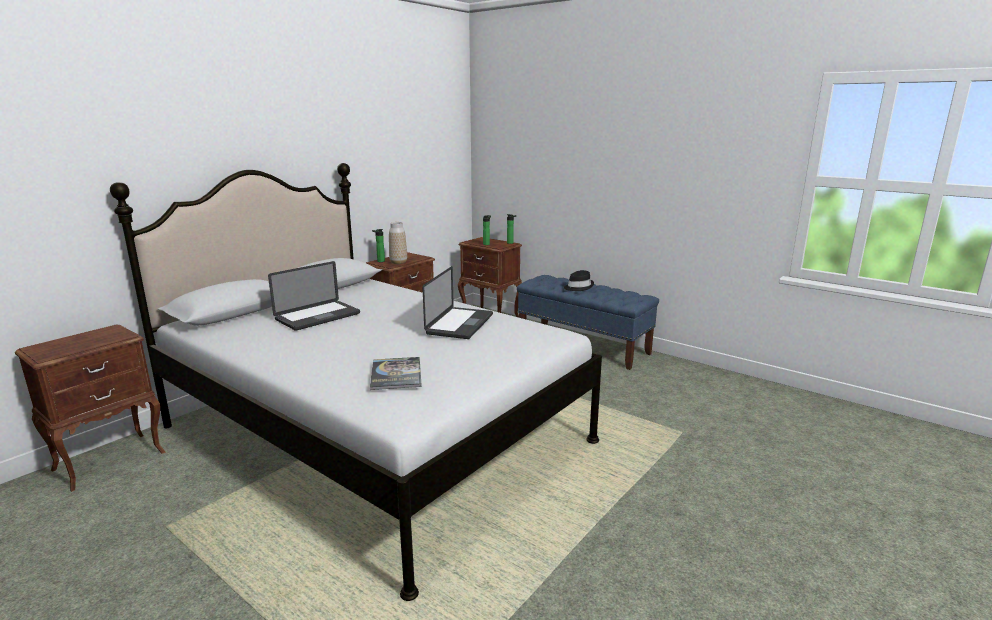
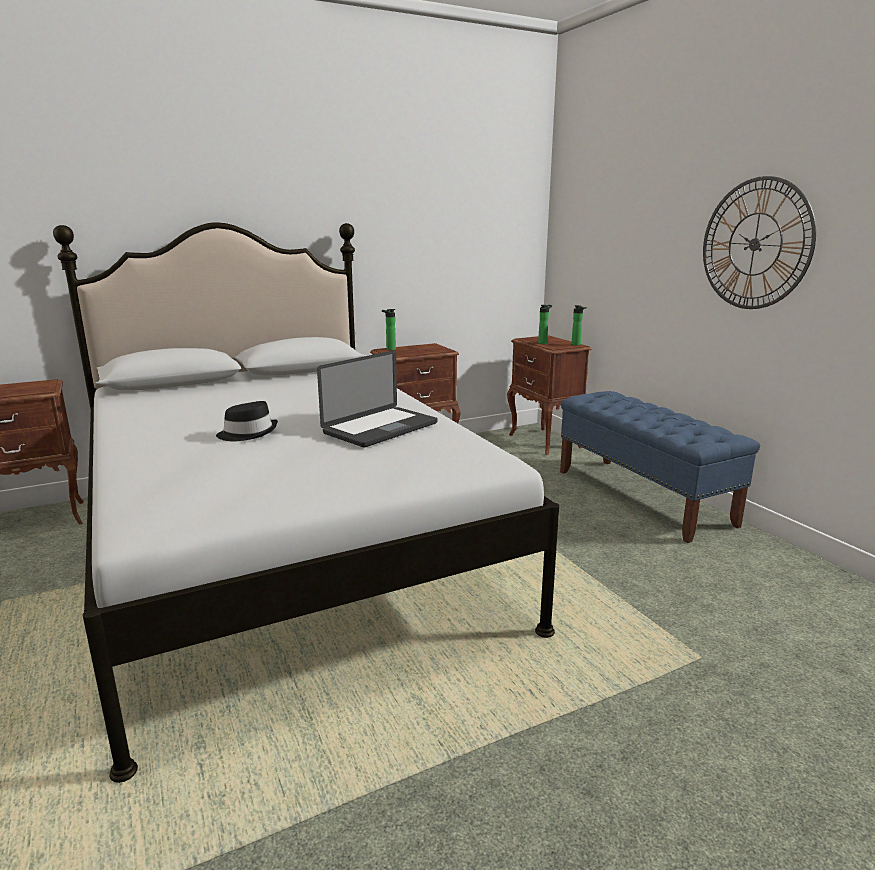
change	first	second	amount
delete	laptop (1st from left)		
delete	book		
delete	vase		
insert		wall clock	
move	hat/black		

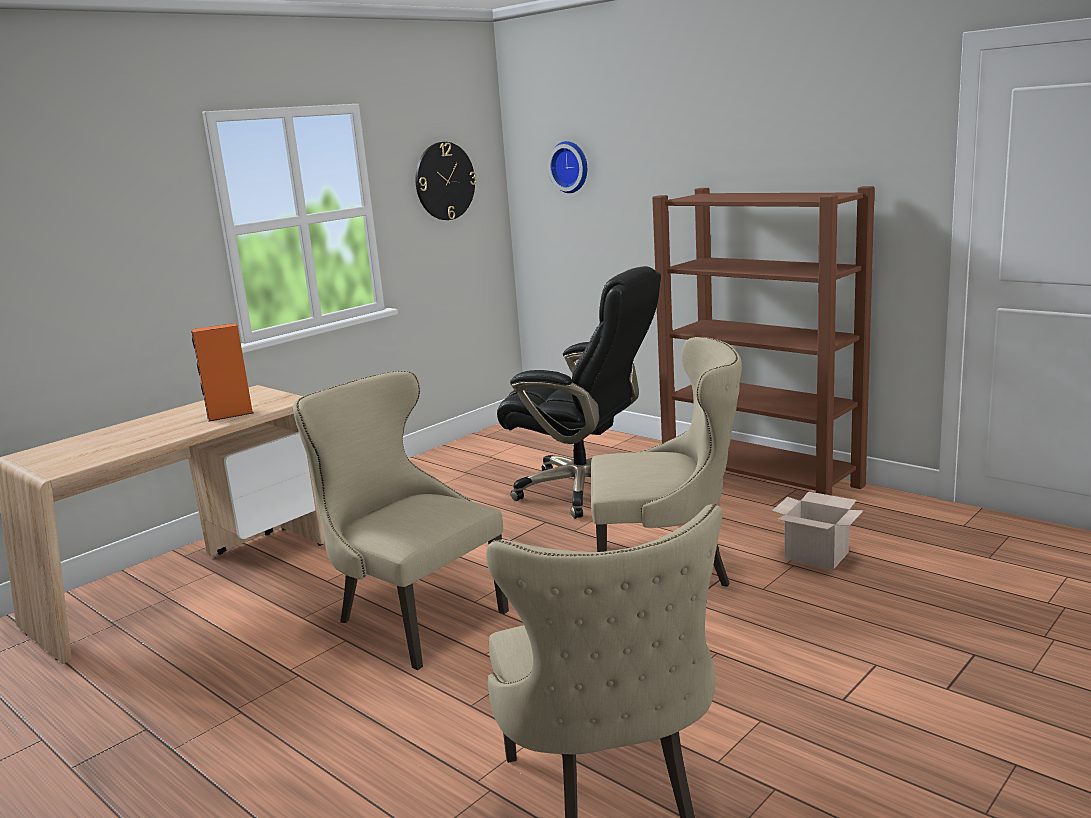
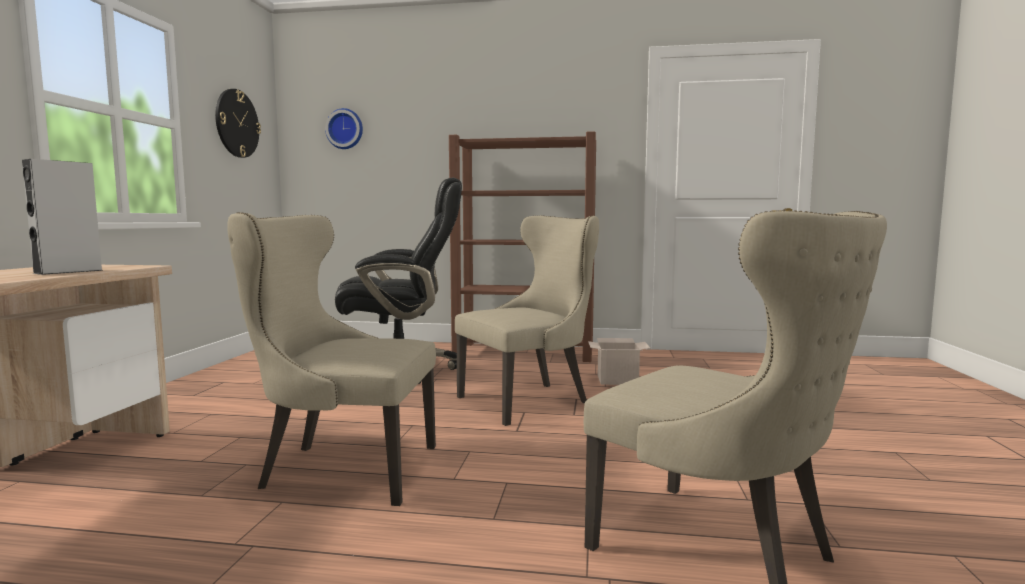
change	first	second	amount
recolor	speaker/orange	speaker/grey	

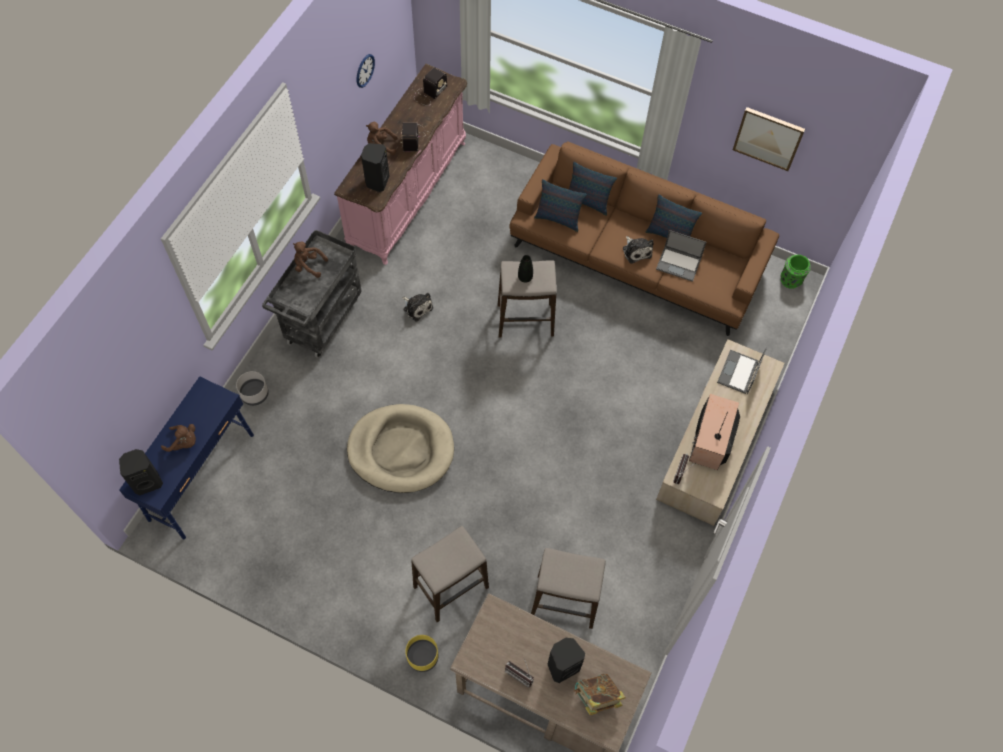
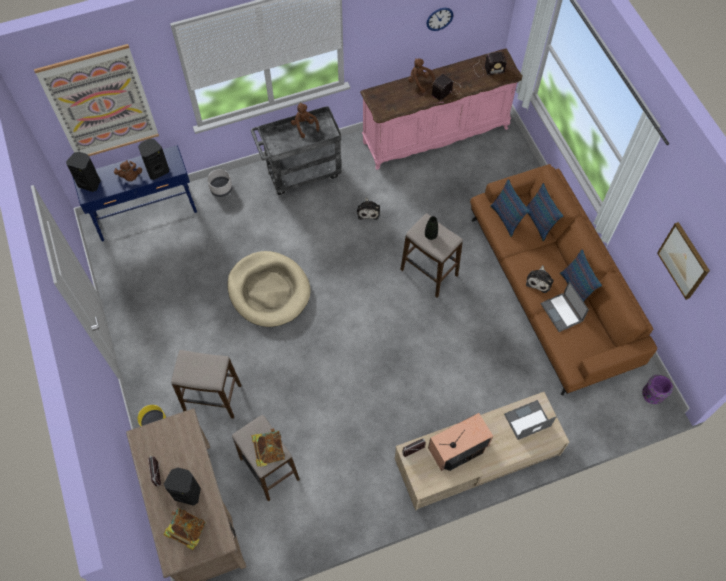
change	first	second	amount
insert		picture (1st from left)	
insert		book (2nd from left)	
move	speaker/black (2nd from left)		
recolor	vase/green	vase/purple	

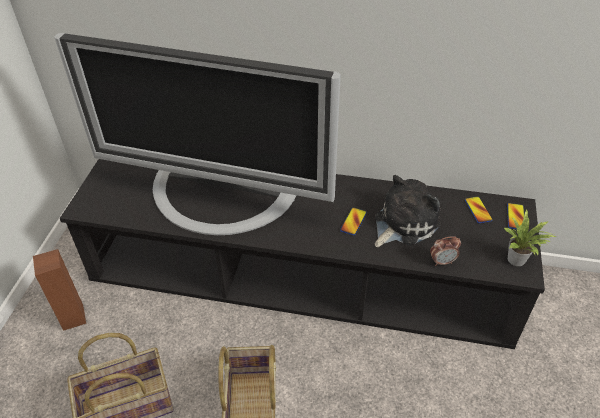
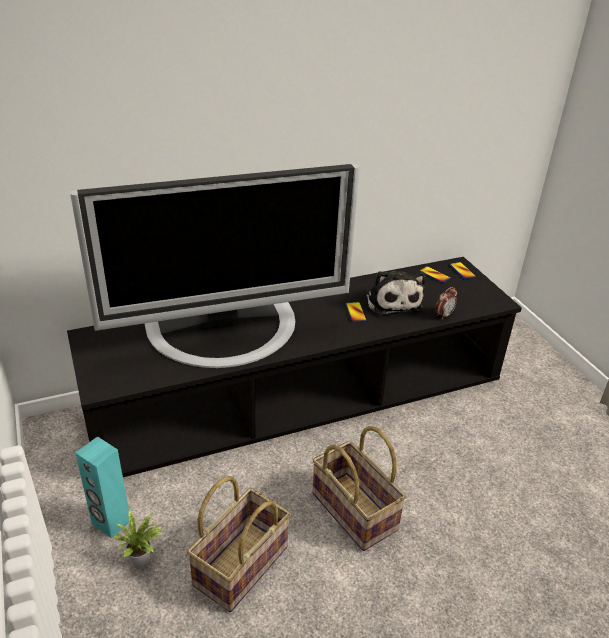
change	first	second	amount
move	potted plant		
recolor	speaker/brown	speaker/turquoise	
rotate	plush toy		150 degrees clockwise

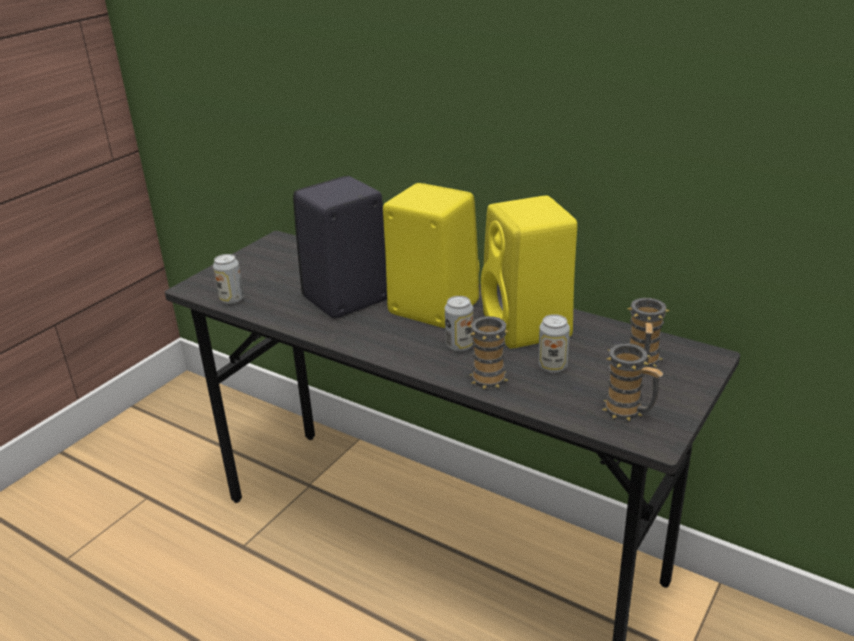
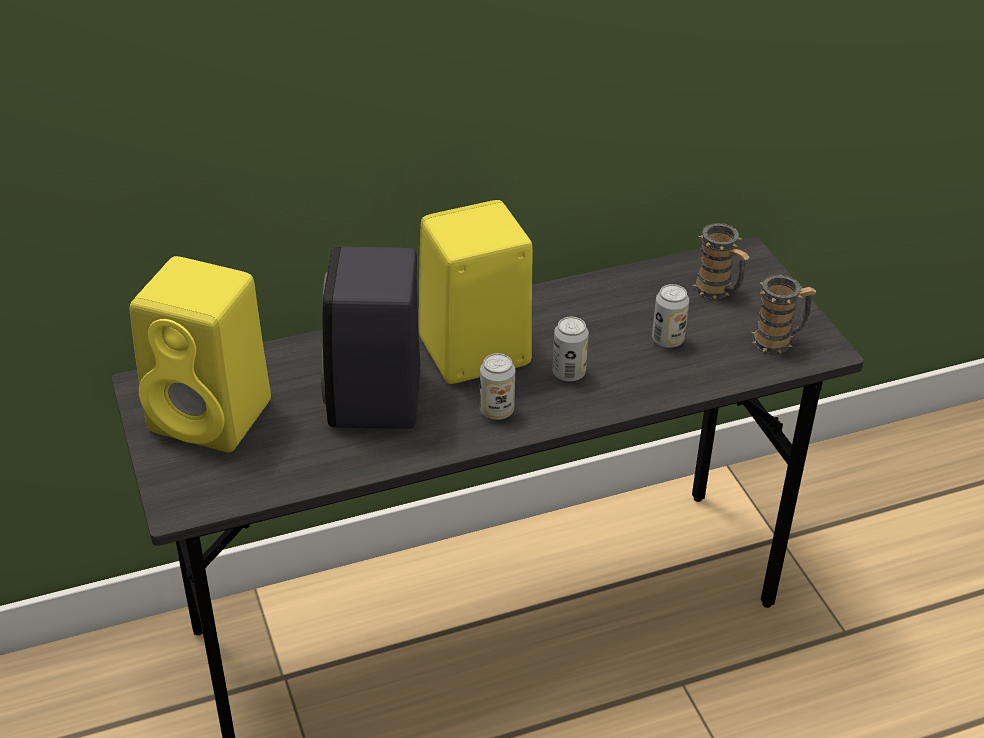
change	first	second	amount
delete	mug (1st from left)		
move	can (1st from left)		
move	speaker/yellow (2nd from left in the first image)	speaker/yellow (1st from left)	

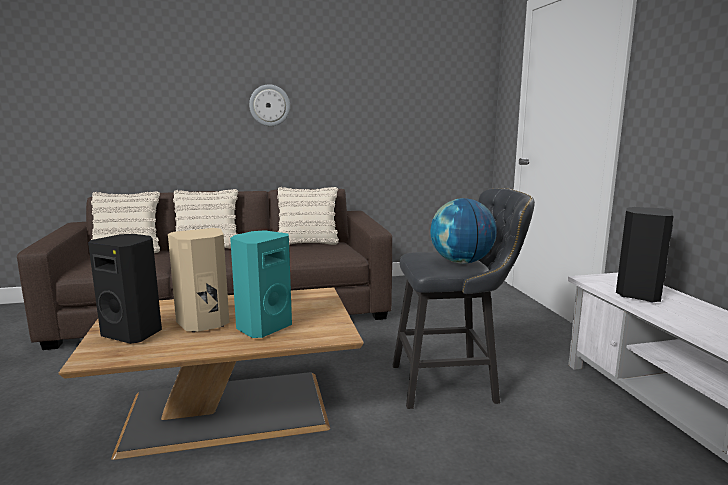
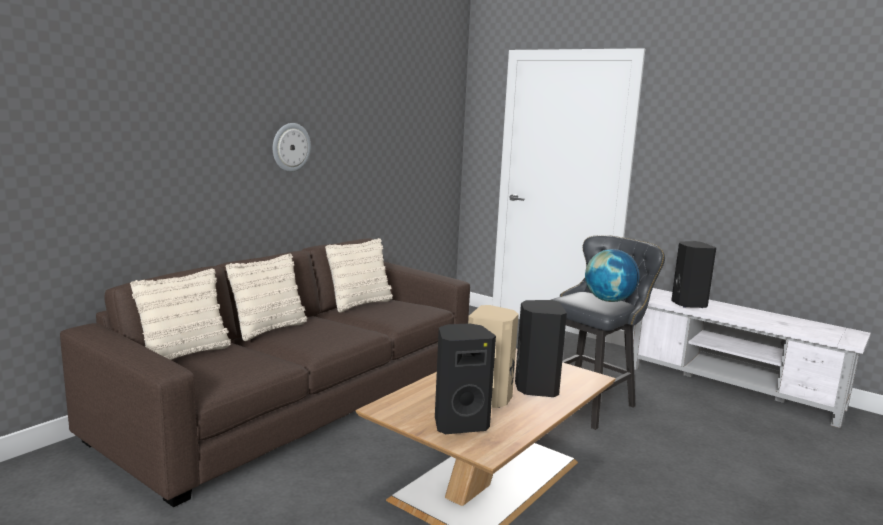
change	first	second	amount
recolor	speaker/turquoise	speaker/black (2nd from left)	

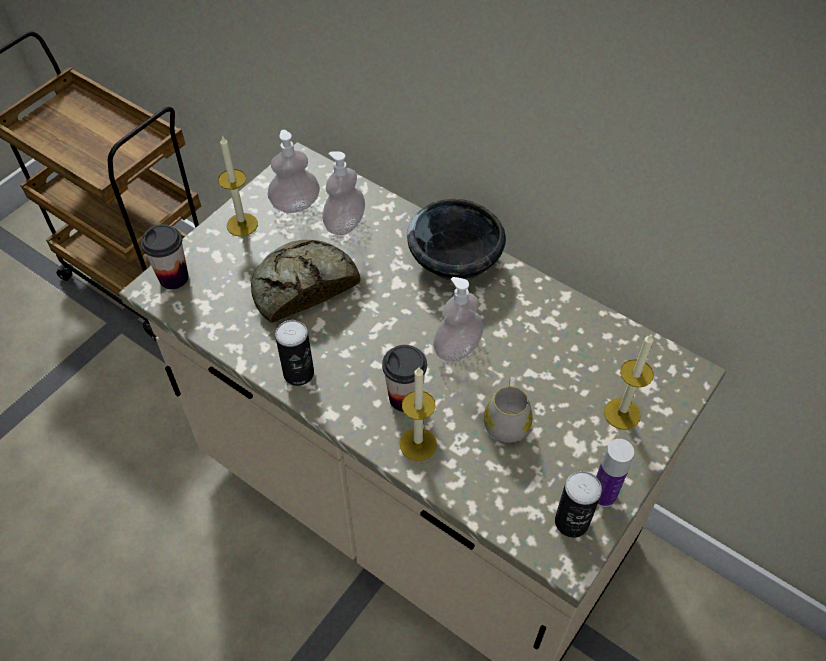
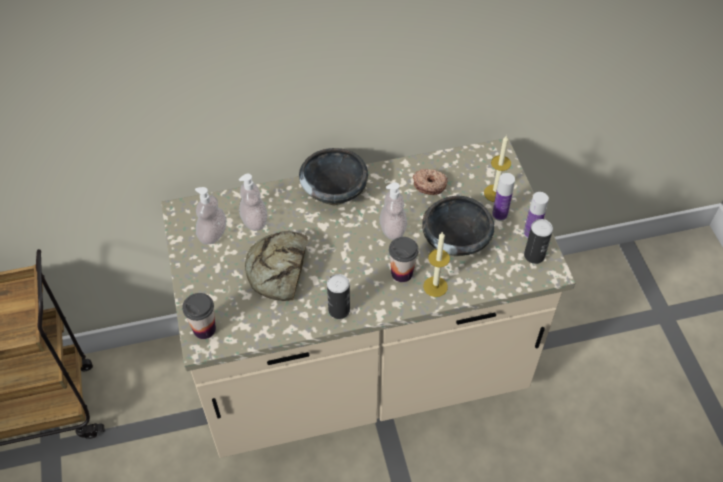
change	first	second	amount
delete	candle (1st from left)		
insert		donut	
insert		bottle (1st from left)	
replace	mug/white	bowl/black (2nd from left)	

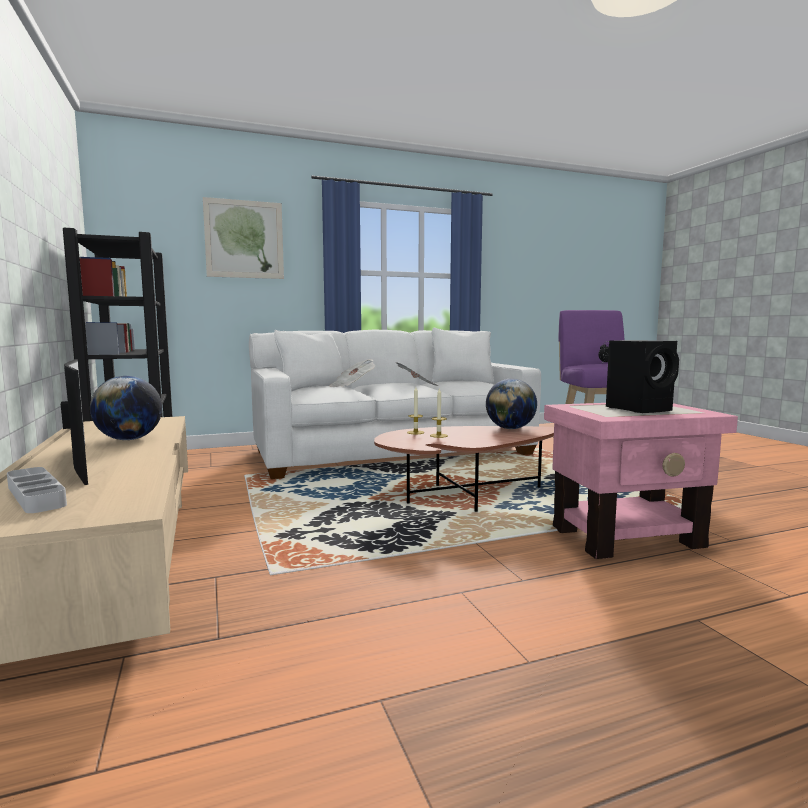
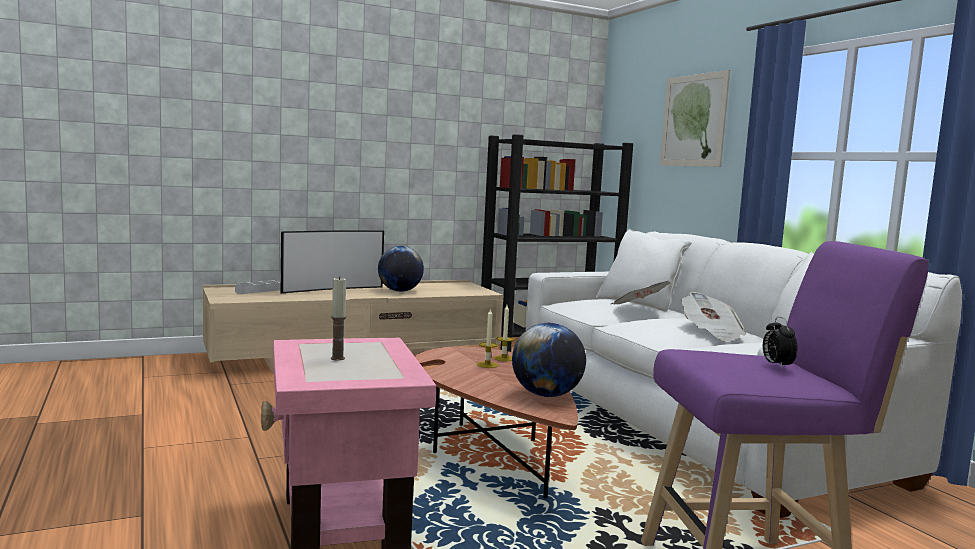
change	first	second	amount
replace	speaker/black	candle (1st from left)	

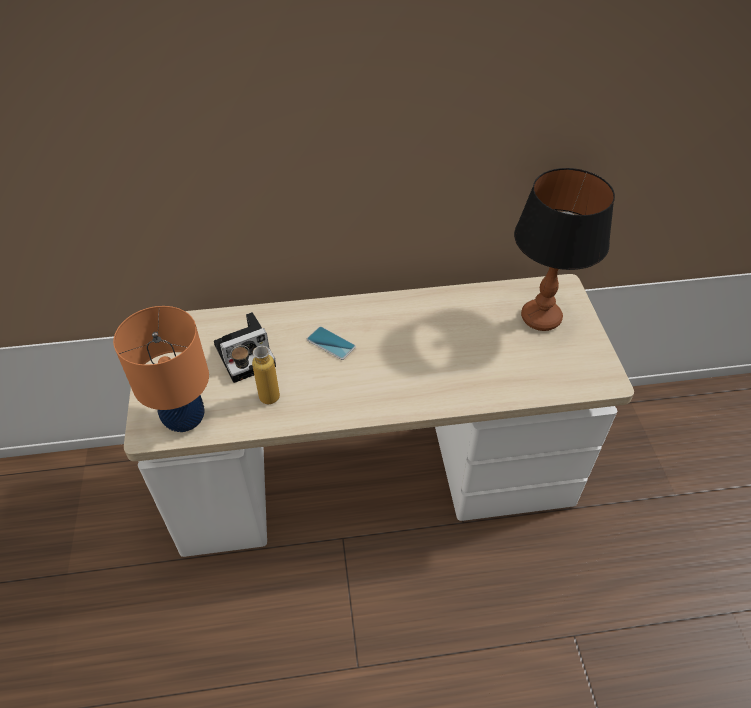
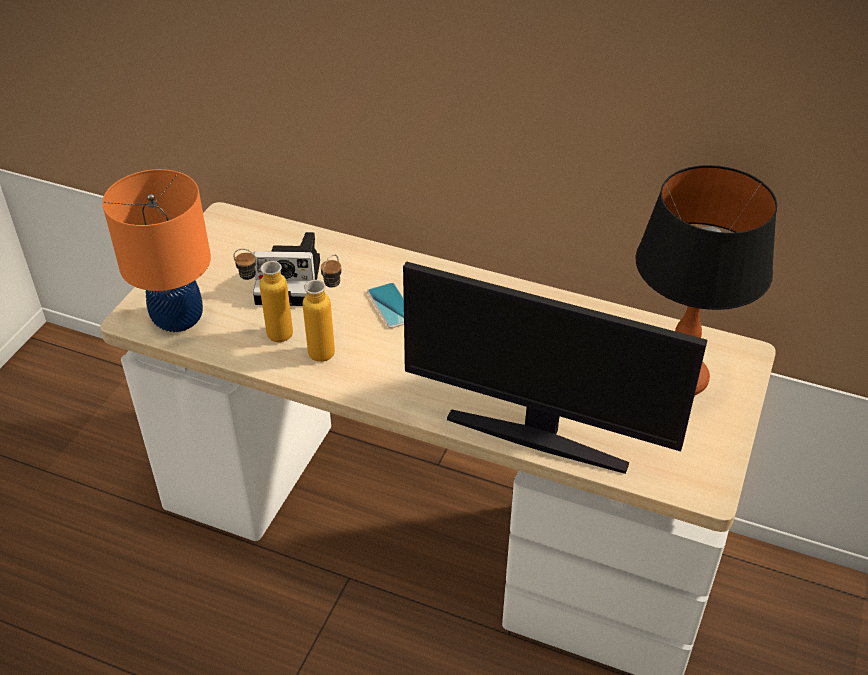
change	first	second	amount
insert		bottle (2nd from left)	
insert		monitor	

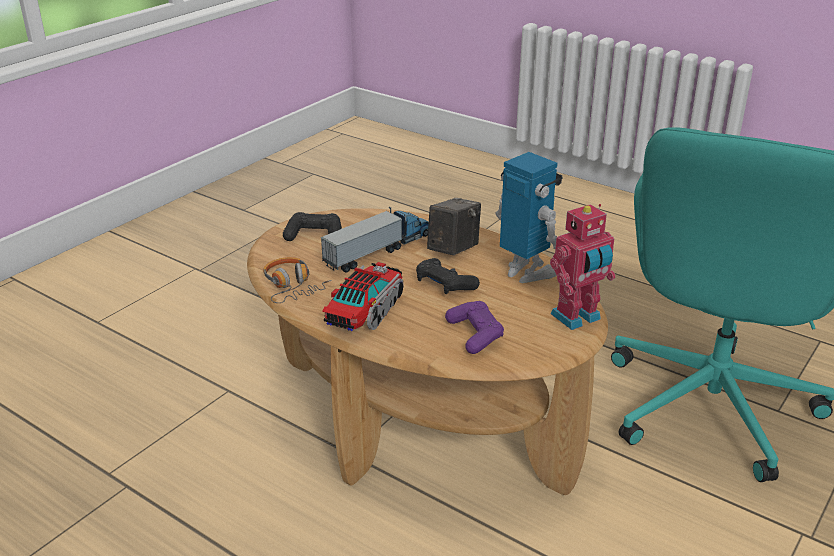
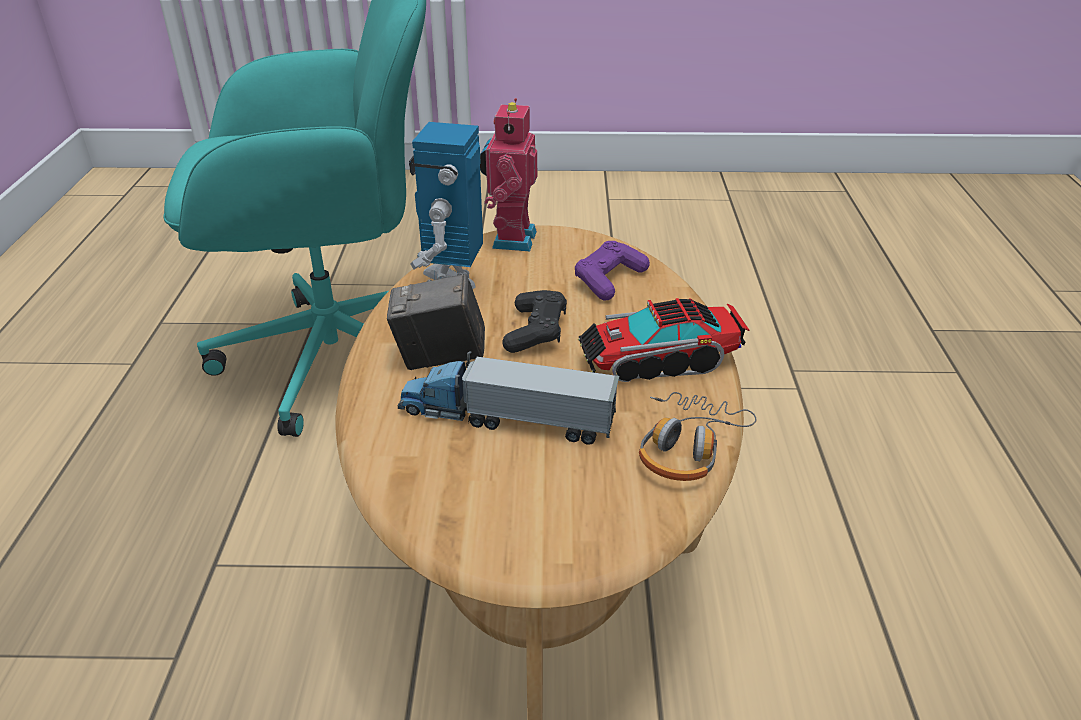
change	first	second	amount
delete	game controller/black (1st from left)		
rotate	toy robot (2nd from left)		105 degrees counterclockwise

